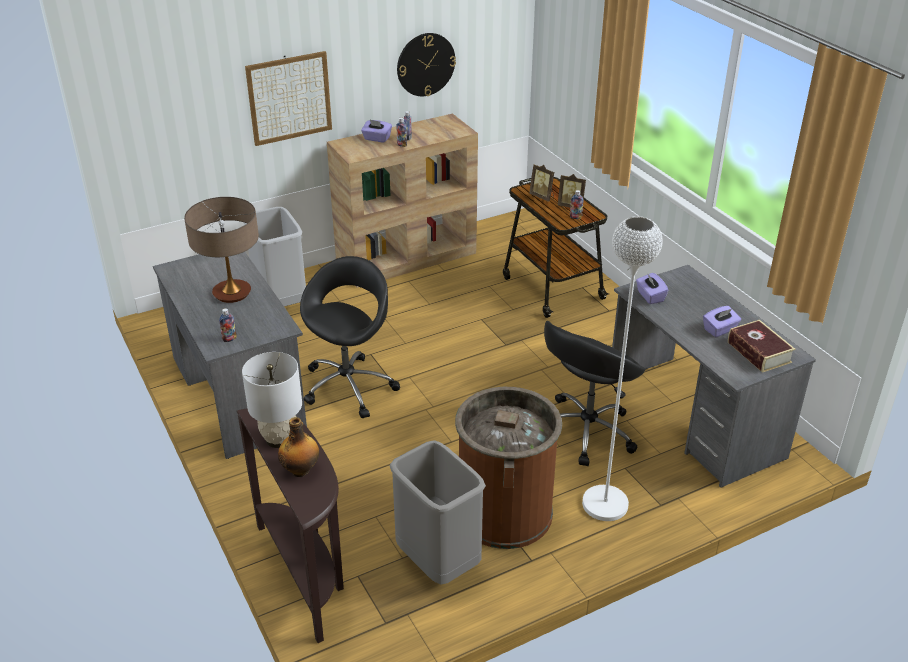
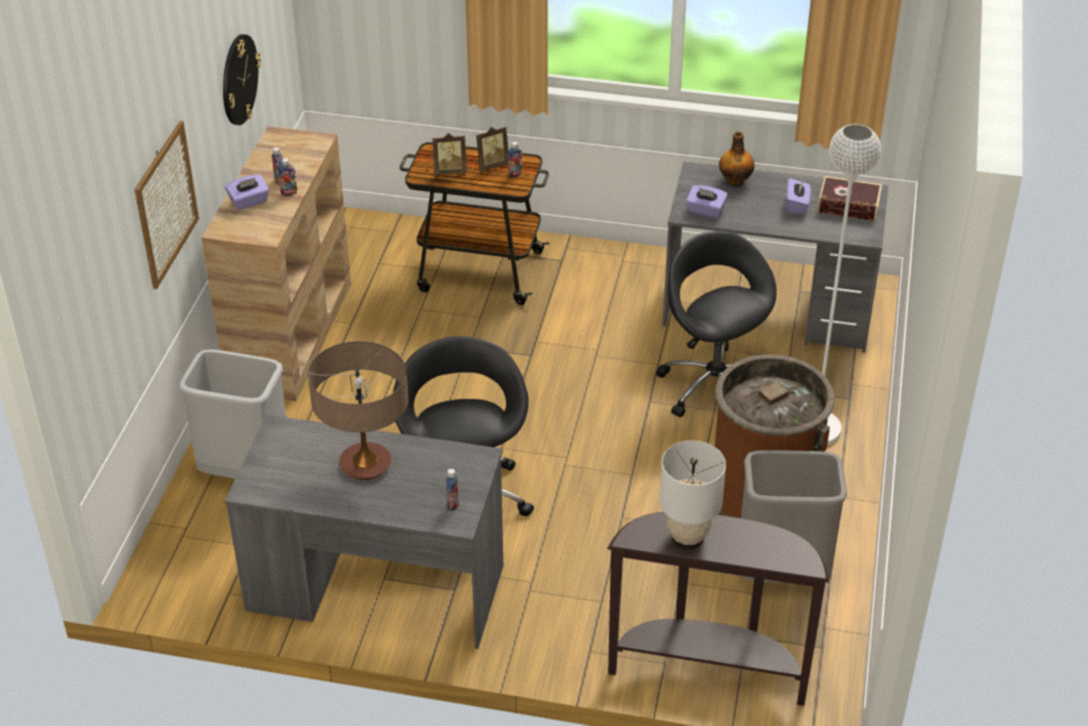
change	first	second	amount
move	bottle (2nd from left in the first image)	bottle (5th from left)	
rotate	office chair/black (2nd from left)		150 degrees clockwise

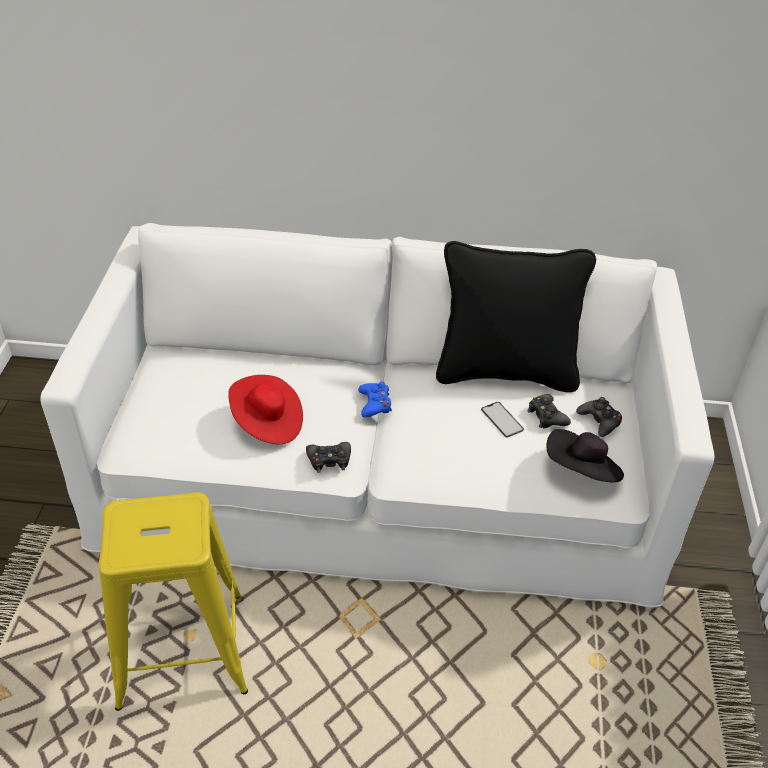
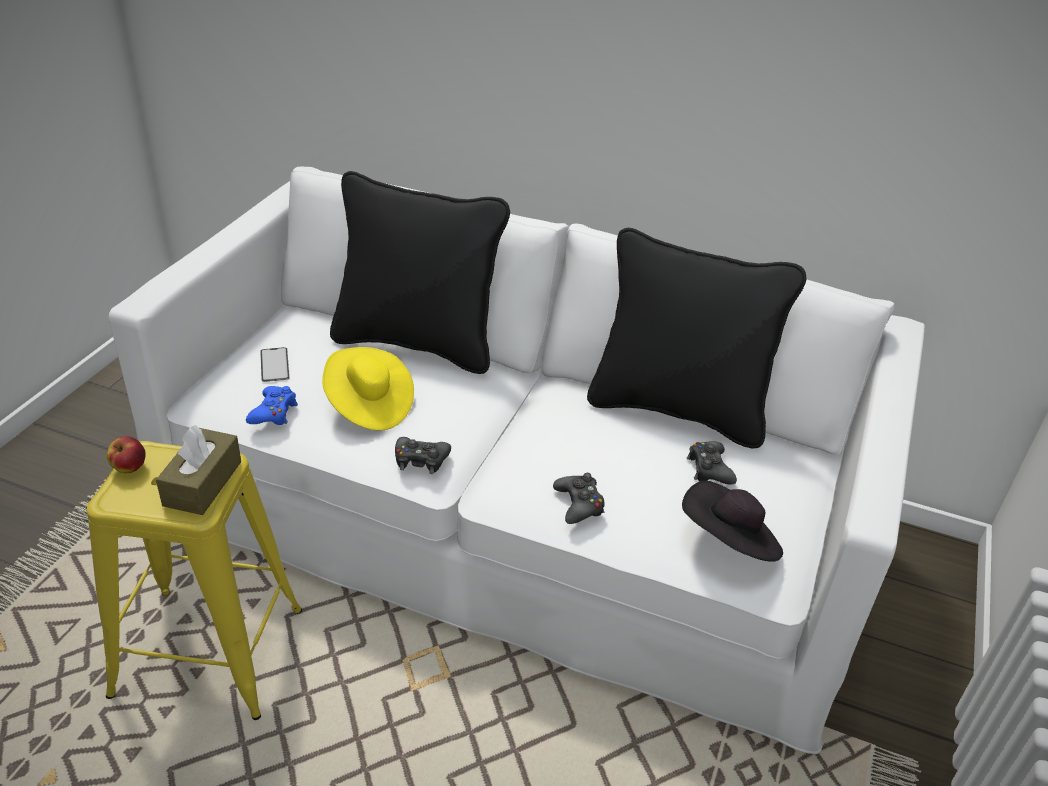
change	first	second	amount
insert		apple	
insert		tissue box/brown	
insert		pillow/black (1st from left)	
move	game controller/blue		
move	phone		
move	game controller/black (3rd from left in the first image)	game controller/black (2nd from left)	
recolor	hat/red	hat/yellow	

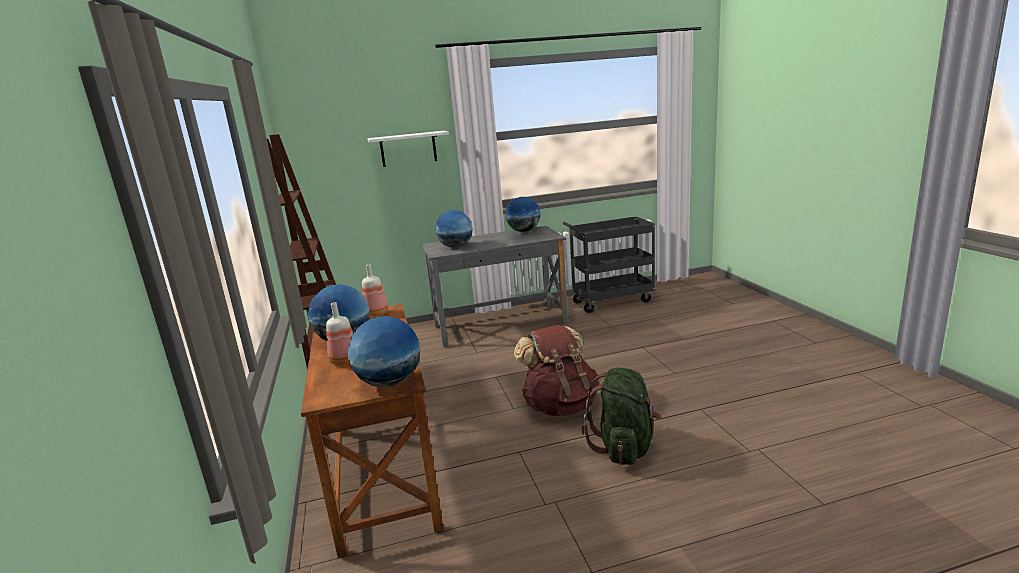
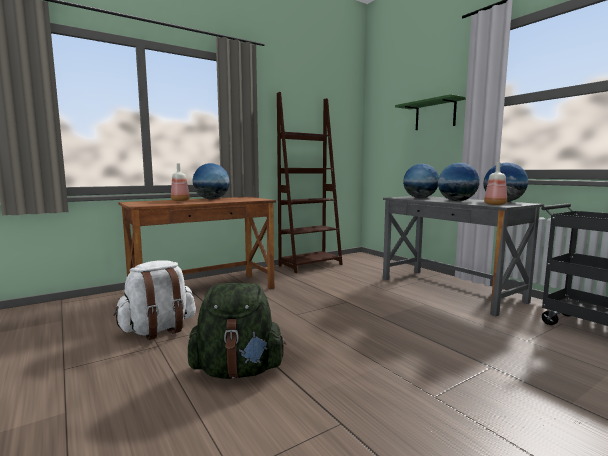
change	first	second	amount
delete	backpack/brown		
insert		backpack/white	
move	globe (2nd from left in the first image)	globe (3rd from left)	
move	bottle (2nd from left)		
recolor	shelf/white	shelf/green	

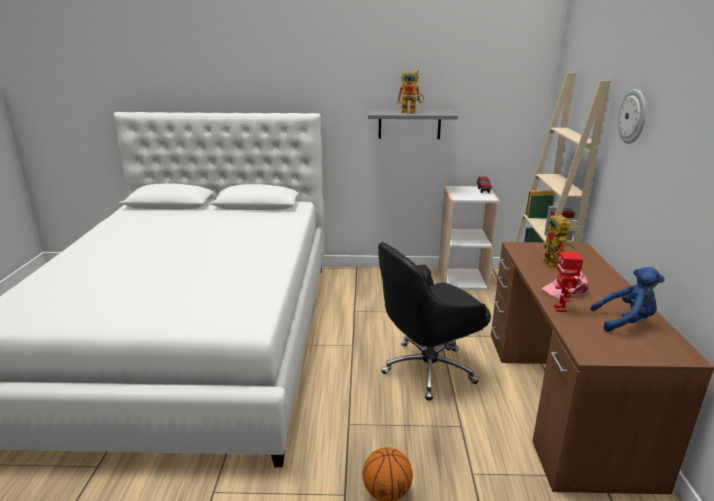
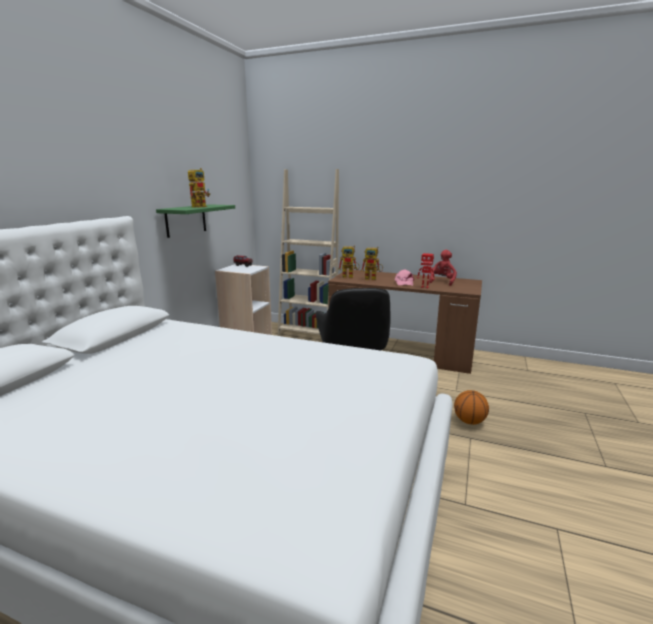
change	first	second	amount
delete	wall clock		
insert		toy robot (2nd from left)	
recolor	shelf/grey	shelf/green	
recolor	plush toy/blue	plush toy/red	

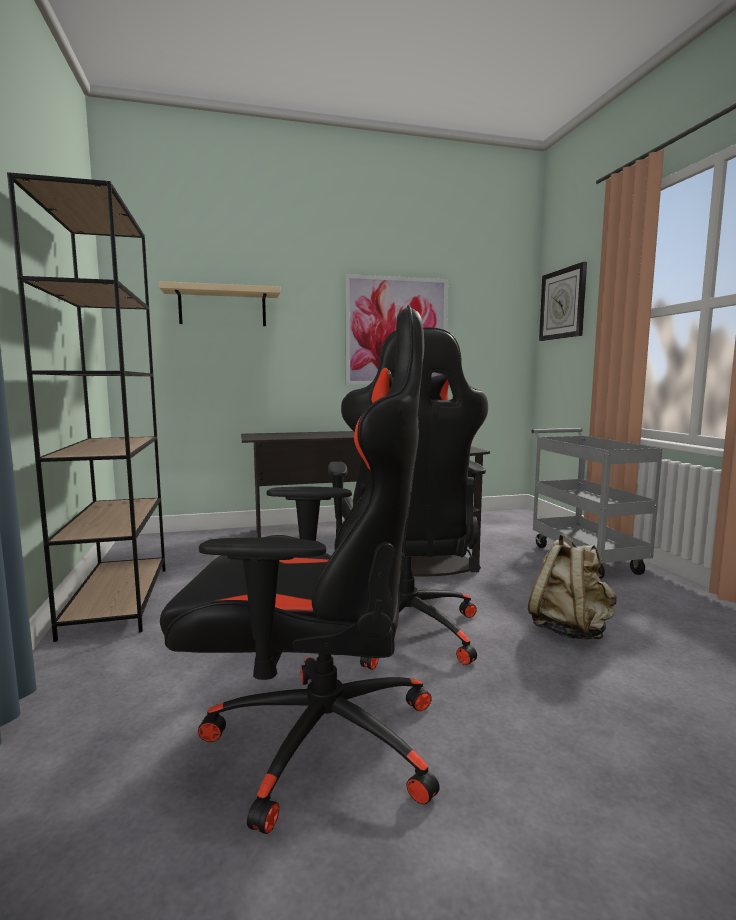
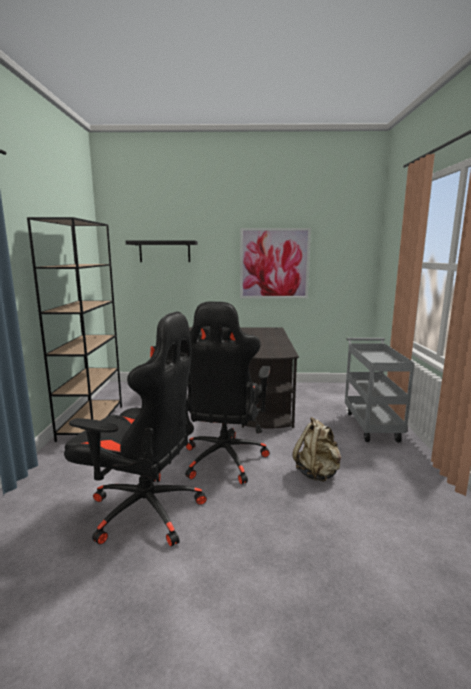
change	first	second	amount
delete	wall clock		
recolor	shelf/beige	shelf/black	

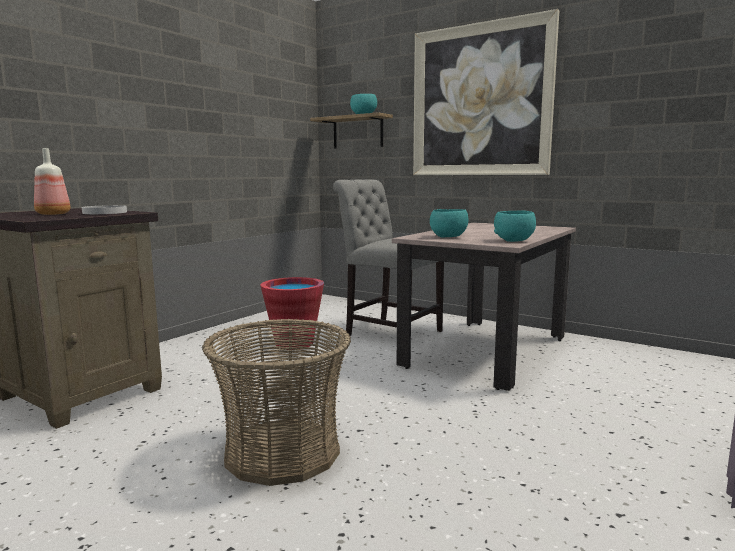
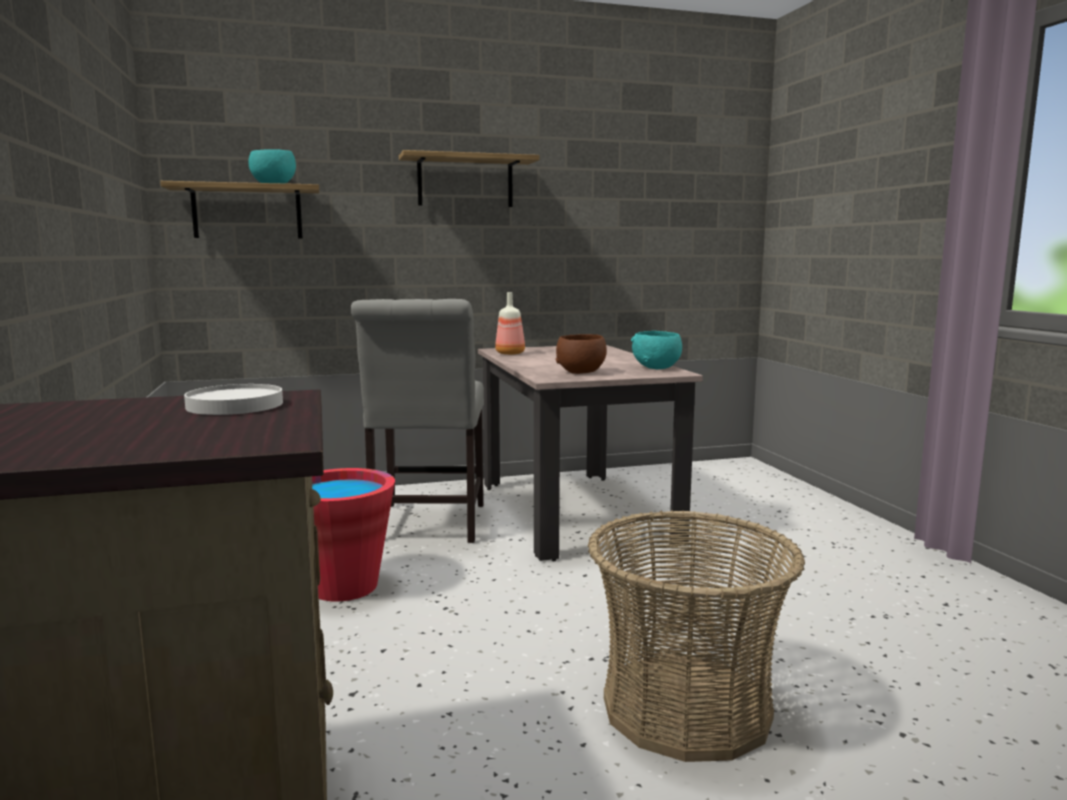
change	first	second	amount
move	bottle		
replace	picture	shelf (2nd from left)	
recolor	bowl/turquoise (2nd from left)	bowl/brown	
rotate	chair/grey		75 degrees counterclockwise

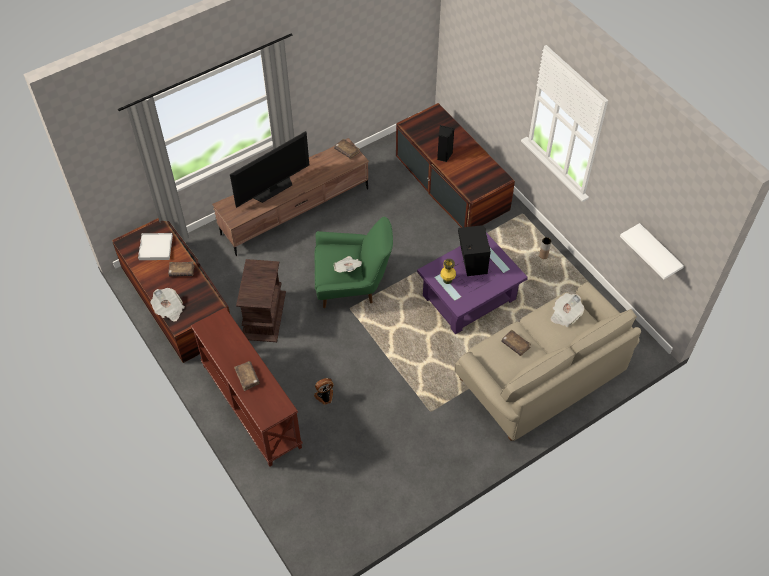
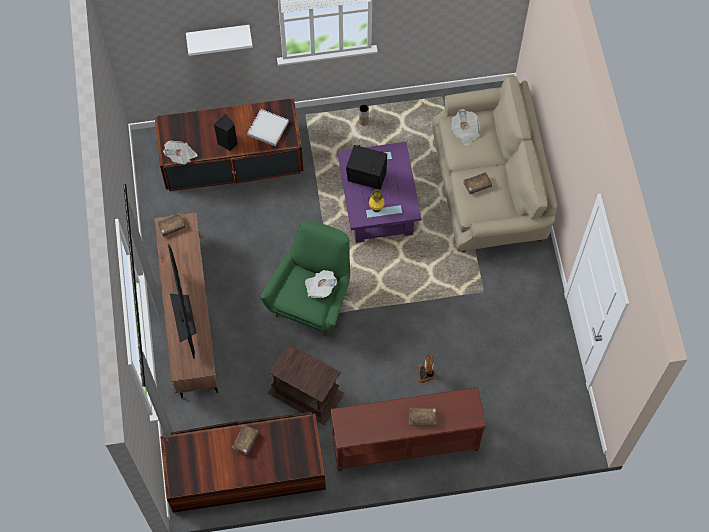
change	first	second	amount
move	tray/white		
move	newspaper (1st from left)		
move	shelf/white		

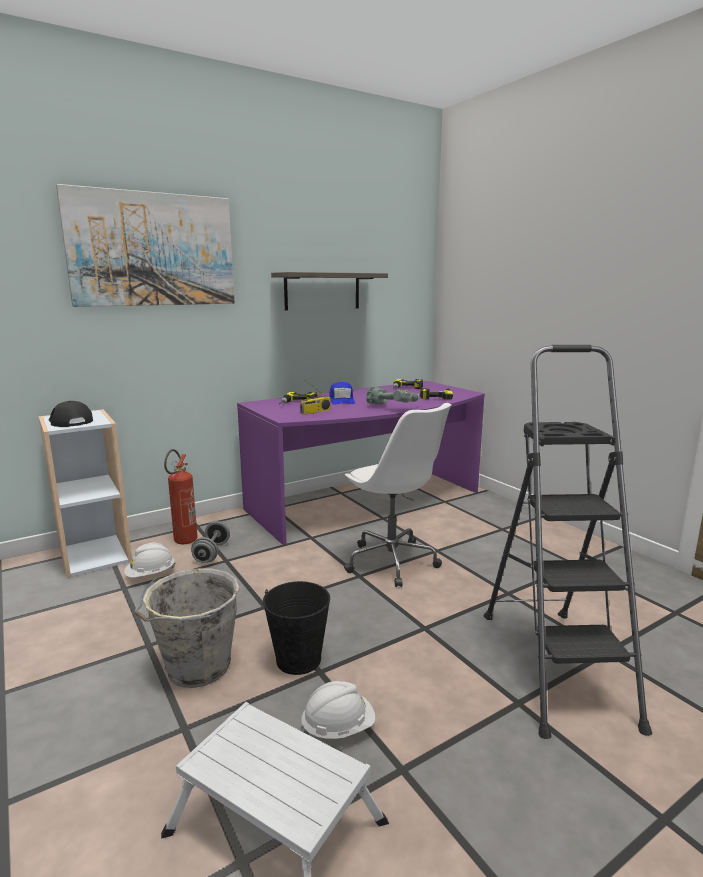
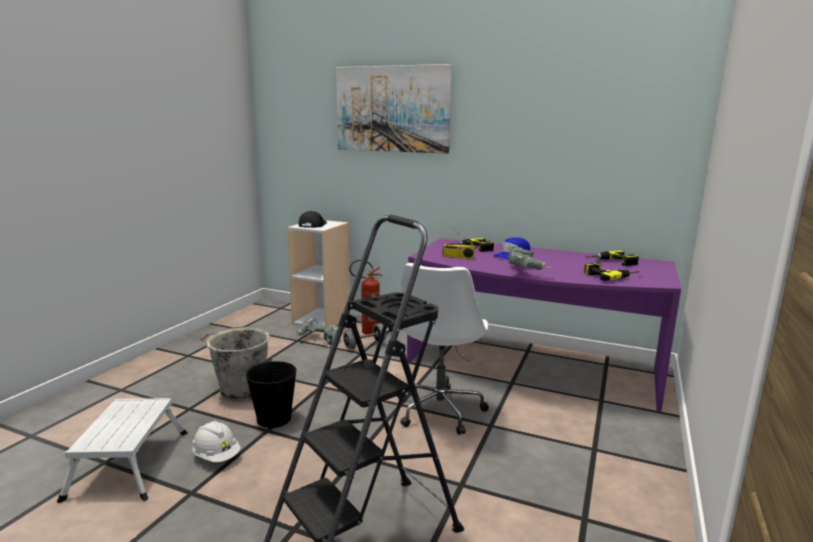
change	first	second	amount
delete	shelf		
replace	hard hat/white (1st from left)	power drill (1st from left)	

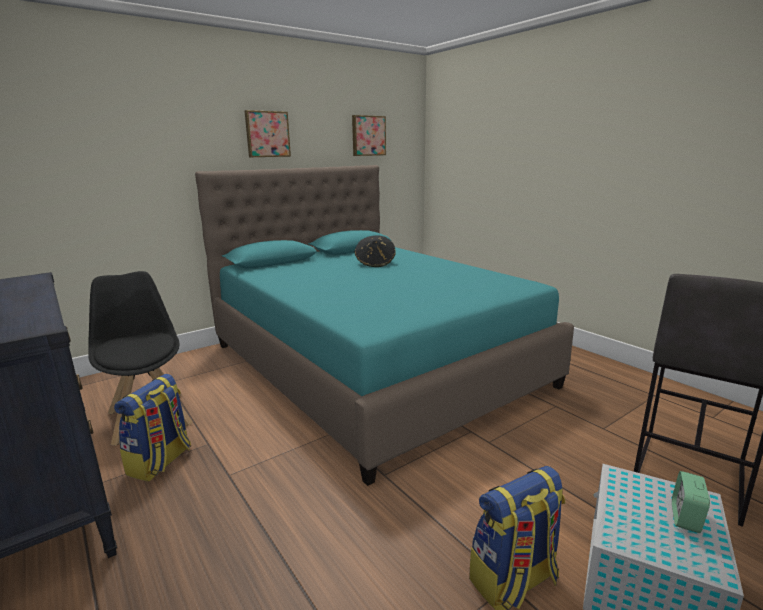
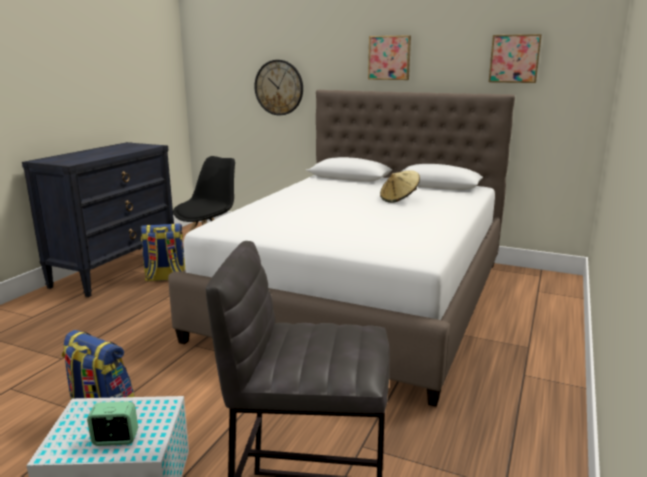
change	first	second	amount
insert		wall clock	
recolor	bed/turquoise	bed/white	
recolor	hat/black	hat/beige	

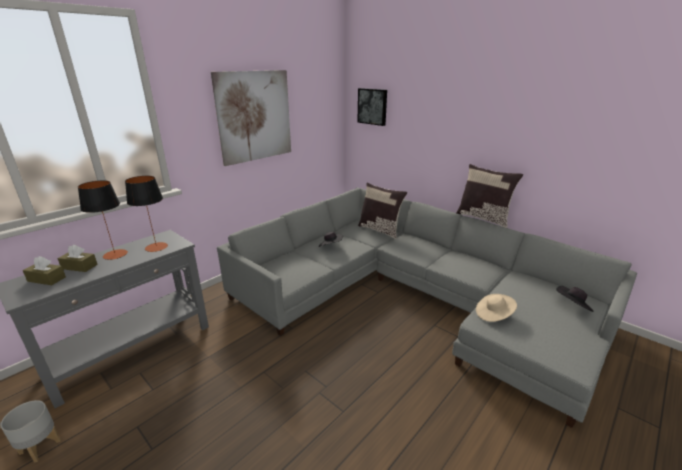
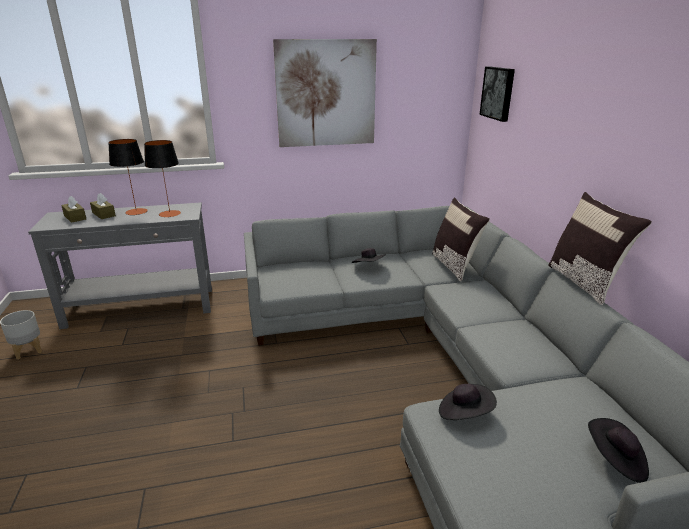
change	first	second	amount
recolor	hat/beige	hat/black (2nd from left)	

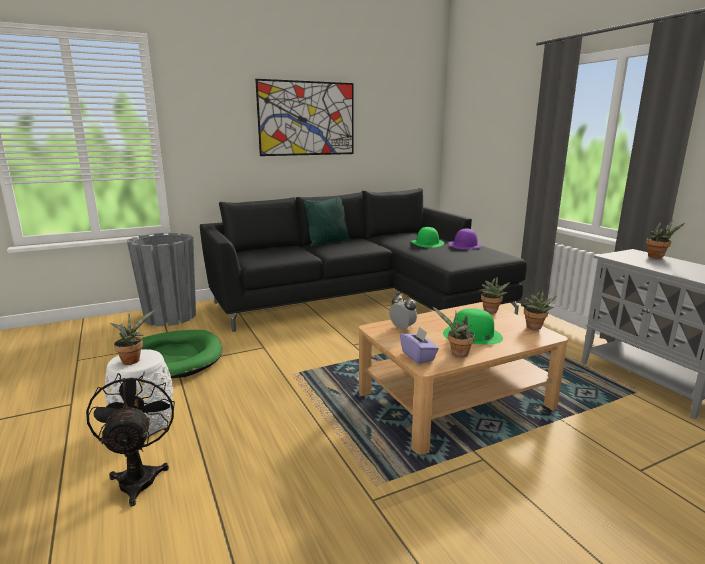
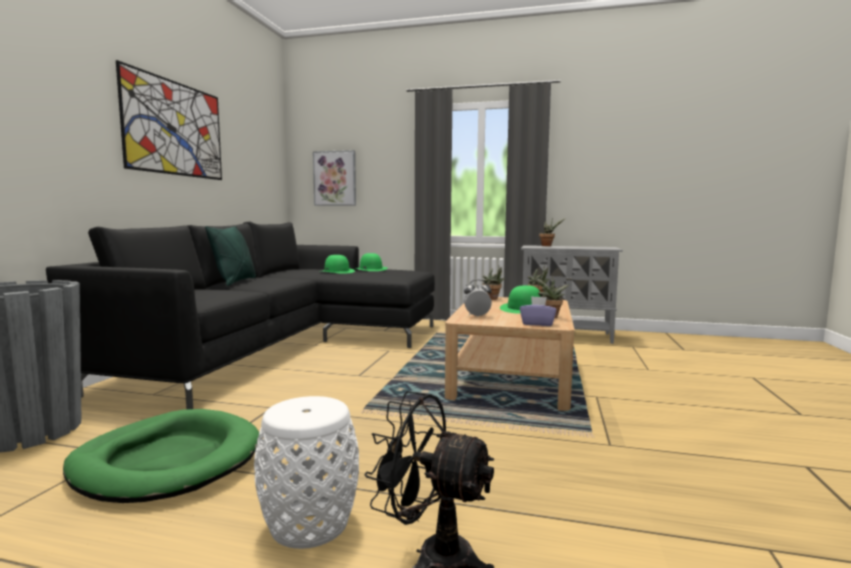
change	first	second	amount
delete	potted plant (1st from left)		
insert		picture (2nd from left)	
recolor	hat/purple	hat/green (2nd from left)	

